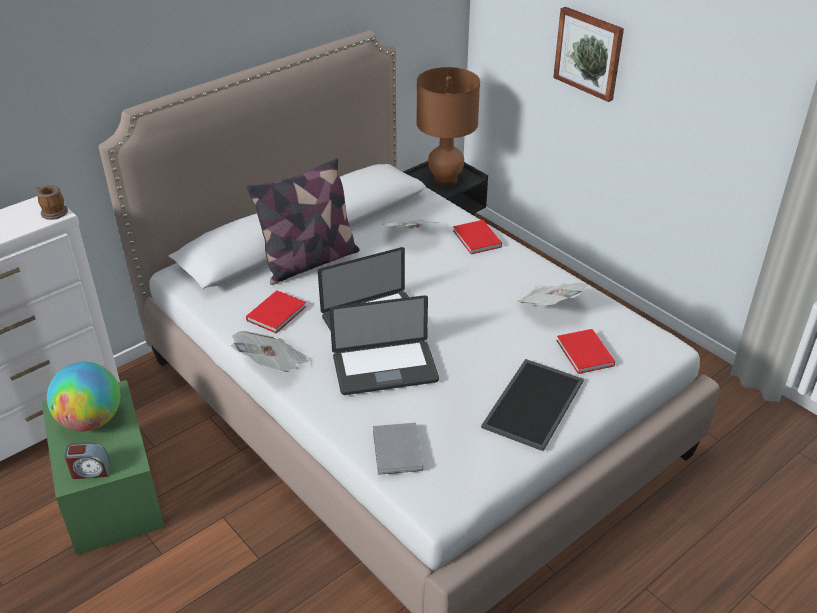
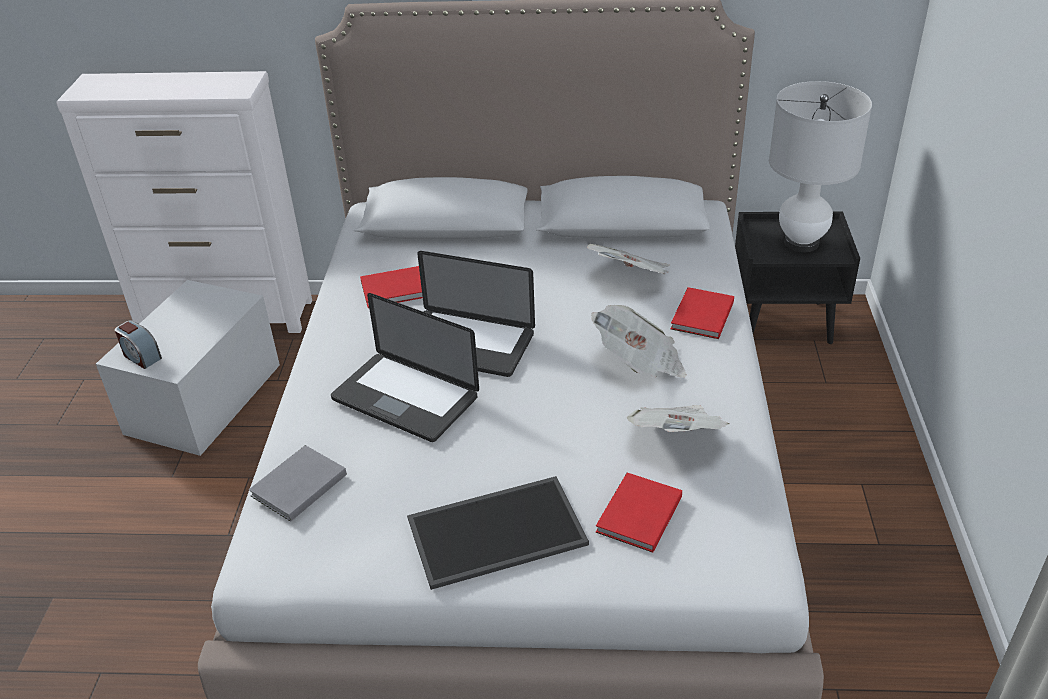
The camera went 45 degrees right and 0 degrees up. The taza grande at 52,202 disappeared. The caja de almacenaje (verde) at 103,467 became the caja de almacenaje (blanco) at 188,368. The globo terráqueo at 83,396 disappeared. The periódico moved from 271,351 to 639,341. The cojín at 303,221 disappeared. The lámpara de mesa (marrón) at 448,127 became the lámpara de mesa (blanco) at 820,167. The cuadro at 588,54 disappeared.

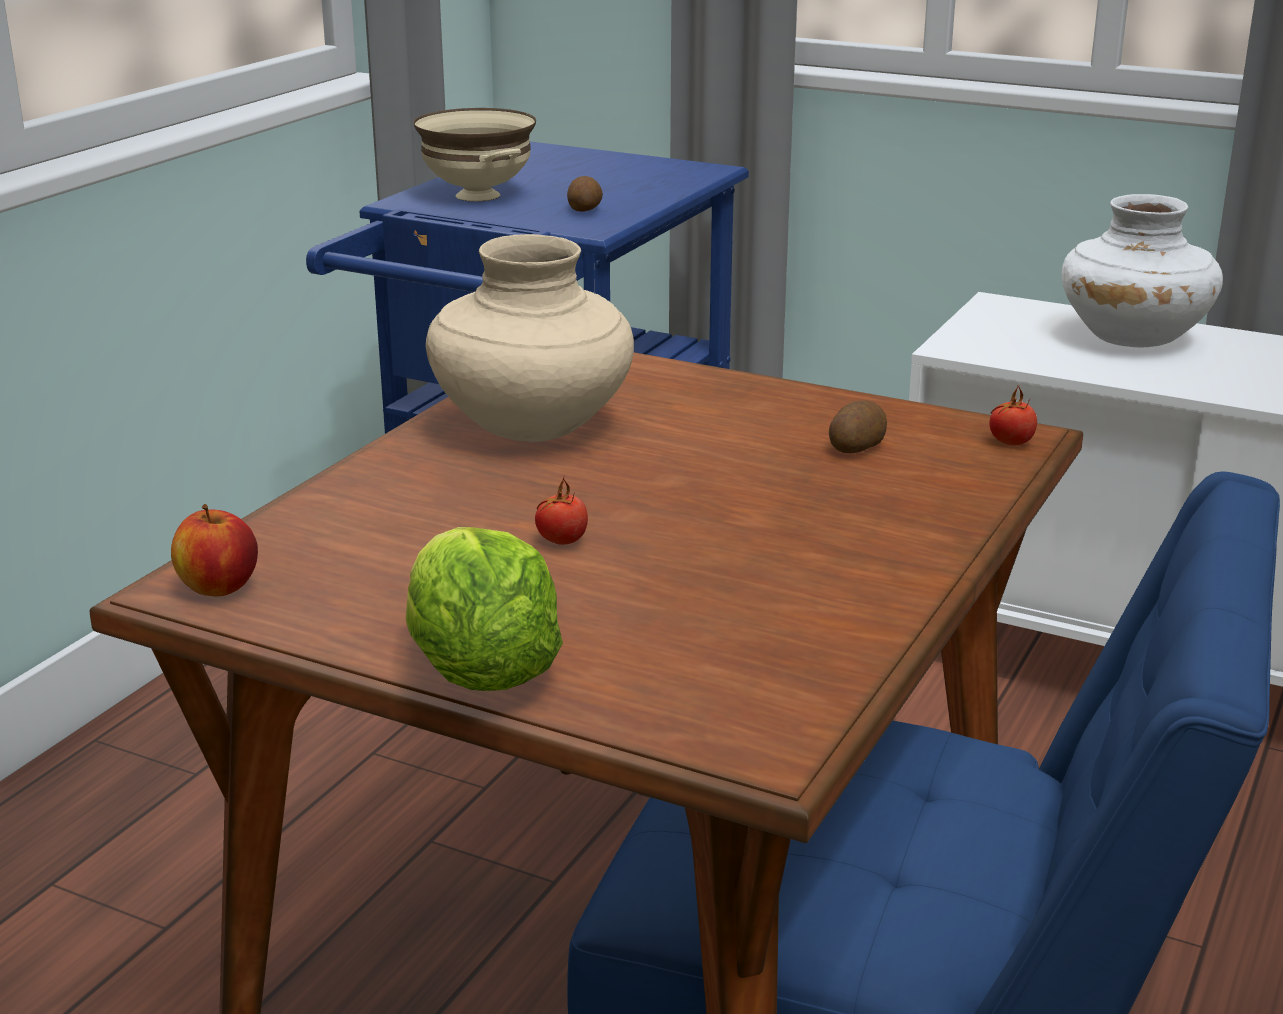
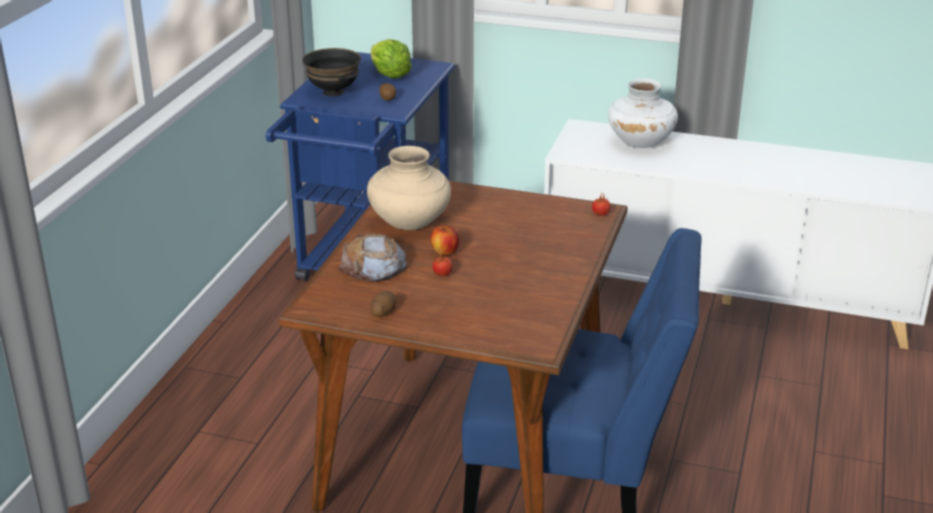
The camera went 10 degrees left and 5 degrees up. The manzana moved from 214,550 to 445,239. The lechuga moved from 484,609 to 391,58. The cuenco (beis) at 474,155 became the cuenco (negro) at 331,72. The patata moved from 858,426 to 383,304. The pan at 373,258 appeared.

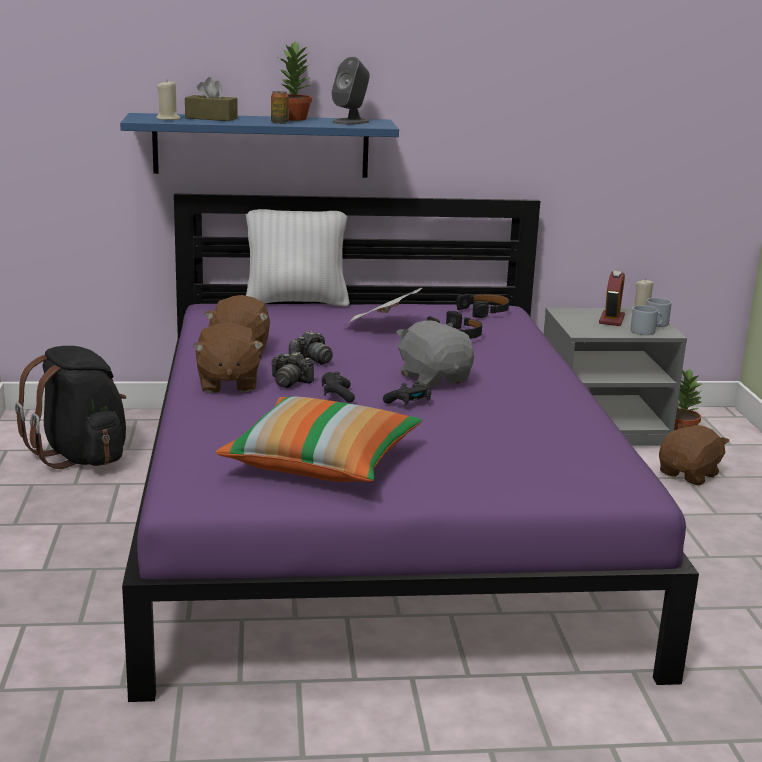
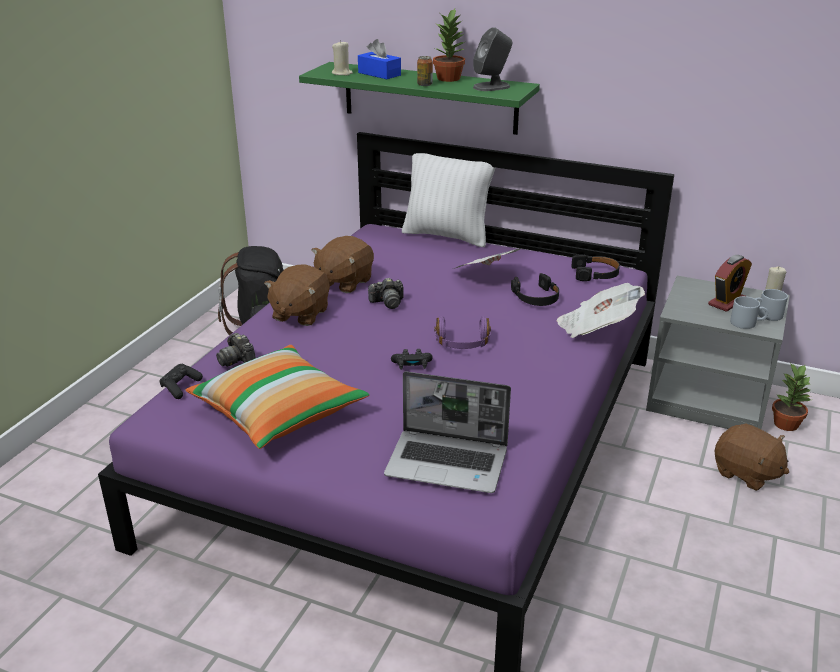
The camera went 30 degrees right and 10 degrees up. The estante (azul) at 259,145 became the estante (verde) at 419,98. The caja de pañuelos (marrón) at 211,99 became the caja de pañuelos (azul) at 379,59. The cámara moved from 292,369 to 236,350. The mando de consola (negro) moved from 338,387 to 181,381. The peluche (gris) at 435,354 was replaced by the auriculares (morado) at 462,332. The peluche (marrón) at 694,454 turned 60 degrees clockwise. The portátil at 447,432 appeared. The periódico at 601,310 appeared.

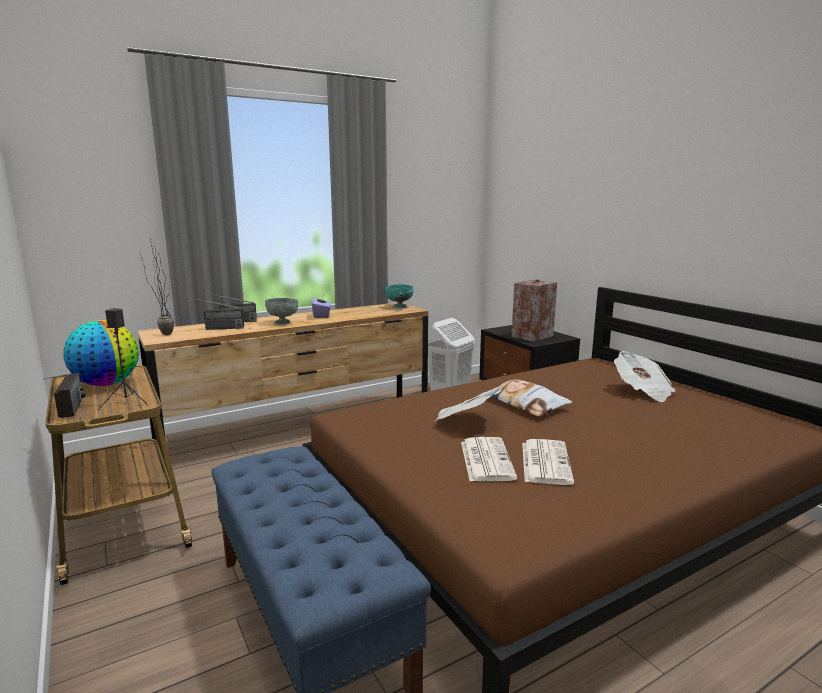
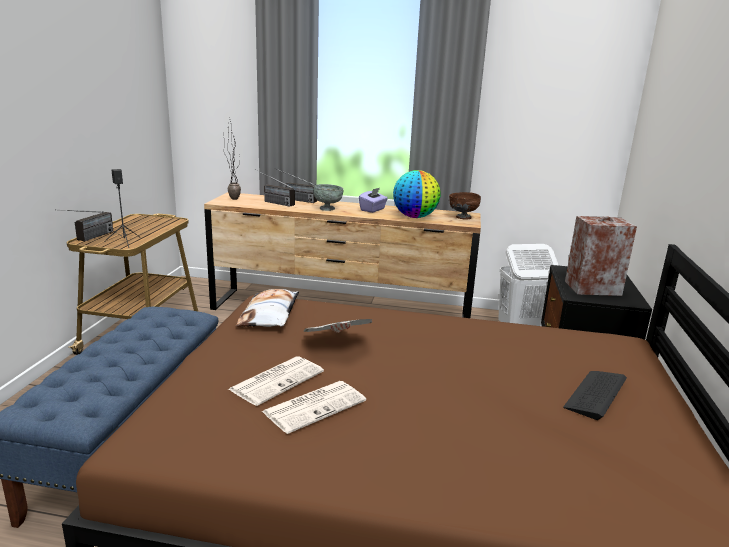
The camera went 40 degrees right and 5 degrees up. The globo terráqueo moved from 101,353 to 417,194. The cuenco (turquesa) at 399,296 became the cuenco (marrón) at 465,206. The cojín moved from 531,398 to 267,308. The periódico at 645,376 was replaced by the teclado at 595,395.

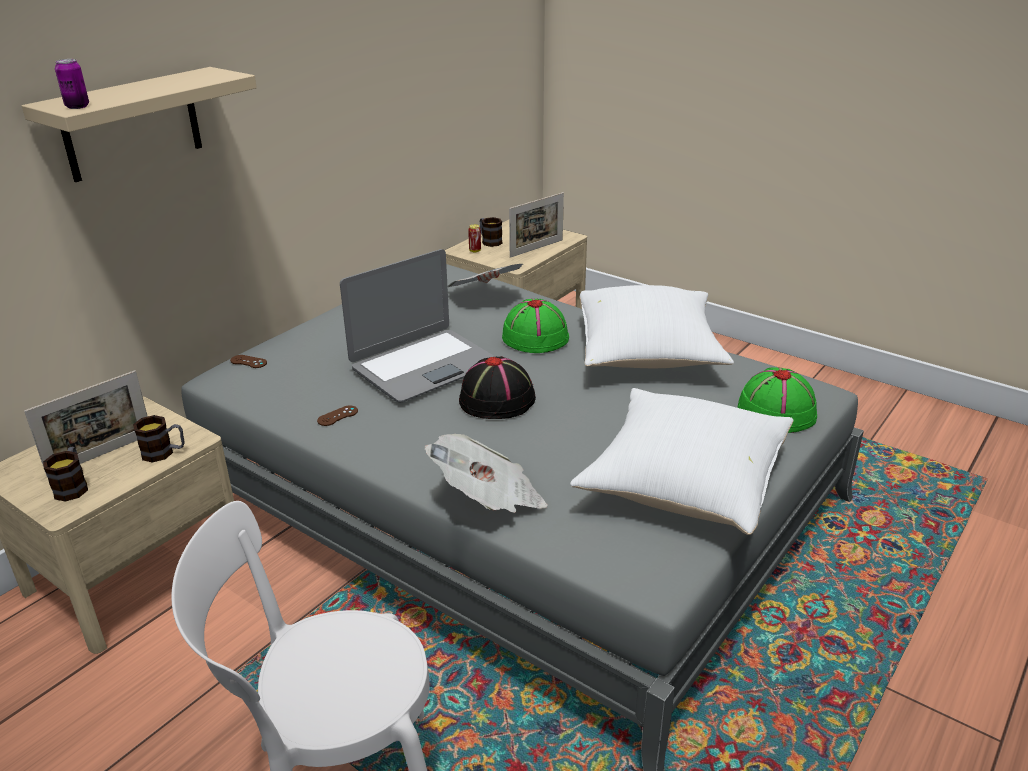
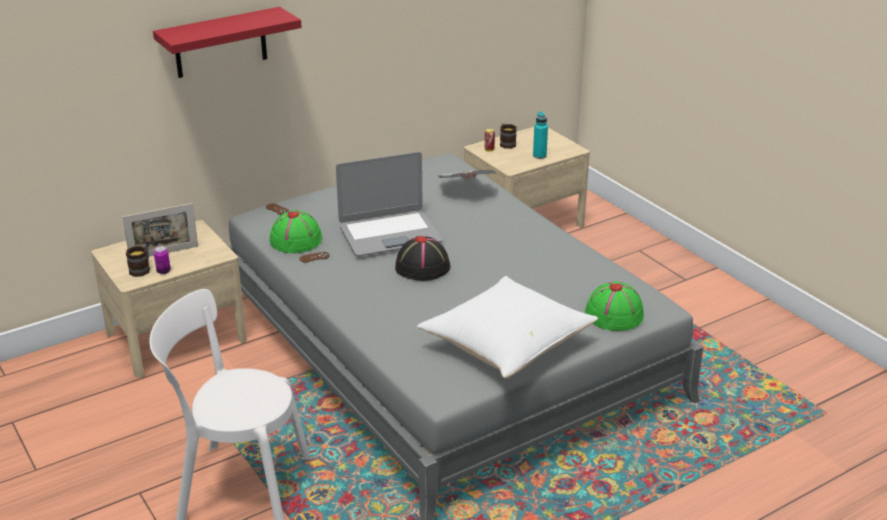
The camera went 20 degrees right and 0 degrees up. The estante (beis) at 139,124 became the estante (rojo) at 227,42. The lata moved from 72,84 to 162,260. The taza grande at 159,439 disappeared. The periódico at 486,473 disappeared. The sombrero (verde) moved from 535,326 to 295,231. The portarretratos at 536,225 was replaced by the botella (turquesa) at 540,135. The cojín (blanco) at 656,326 disappeared.

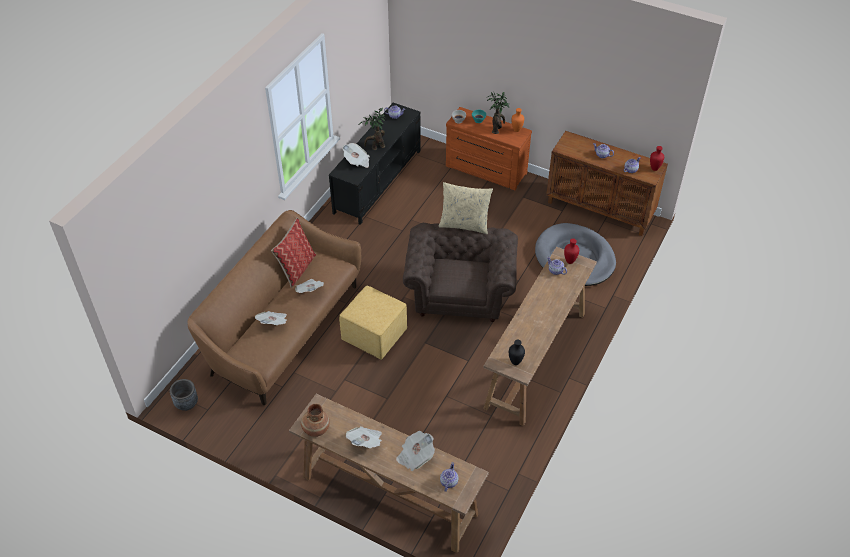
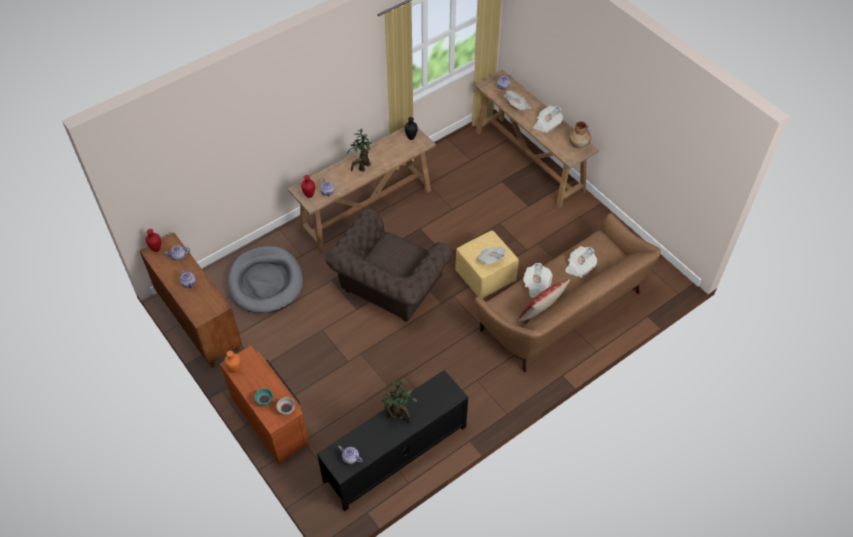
The camera went 155 degrees left and 5 degrees up. The maceta (gris) at 184,395 disappeared. The periódico moved from 356,155 to 491,255. The cojín (beis) at 466,208 disappeared. The planta en maceta moved from 498,113 to 360,150.

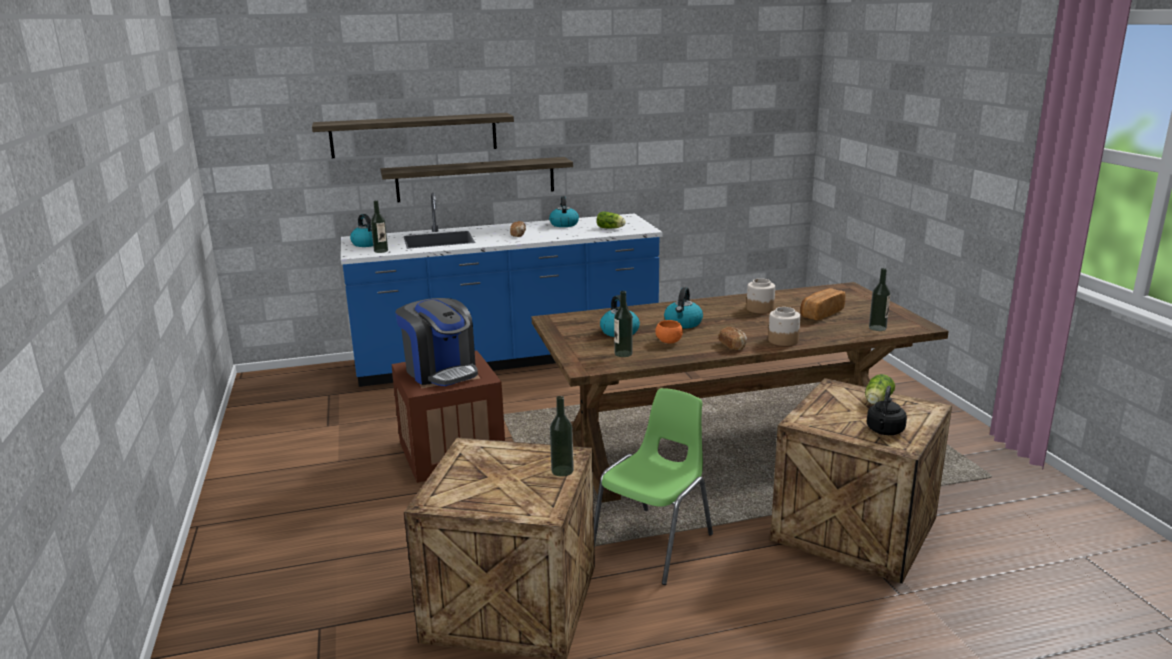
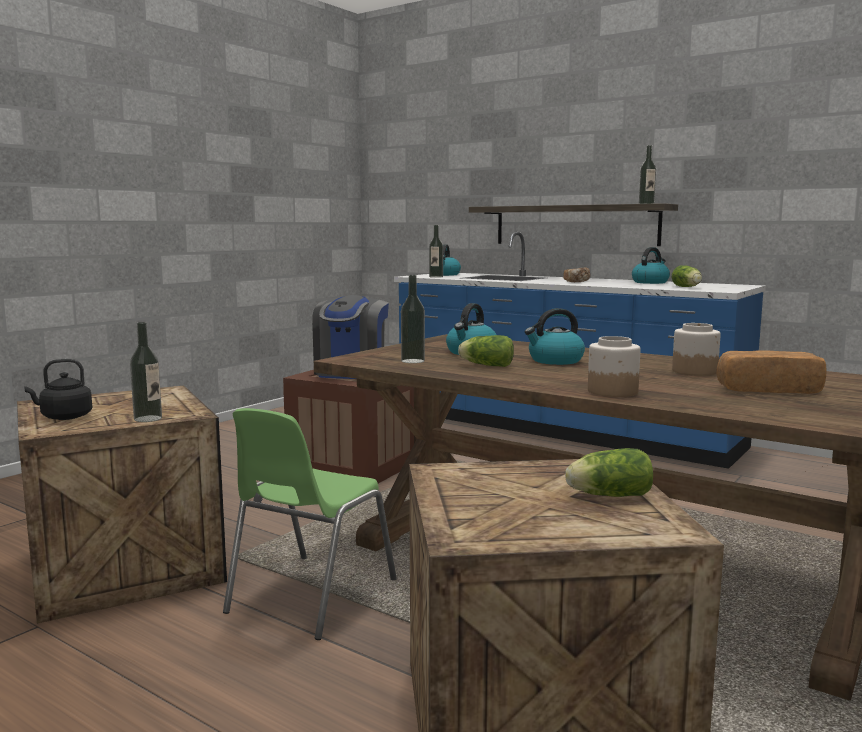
The camera went 50 degrees right and 10 degrees down. The estante at 413,135 disappeared. The silla (verde) at 653,486 turned 120 degrees clockwise. The cuenco (naranja) at 669,332 was replaced by the lechuga at 486,351. The pan at 732,338 disappeared. The hervidor (negro) moved from 887,410 to 58,389. The botella moved from 879,299 to 647,174.

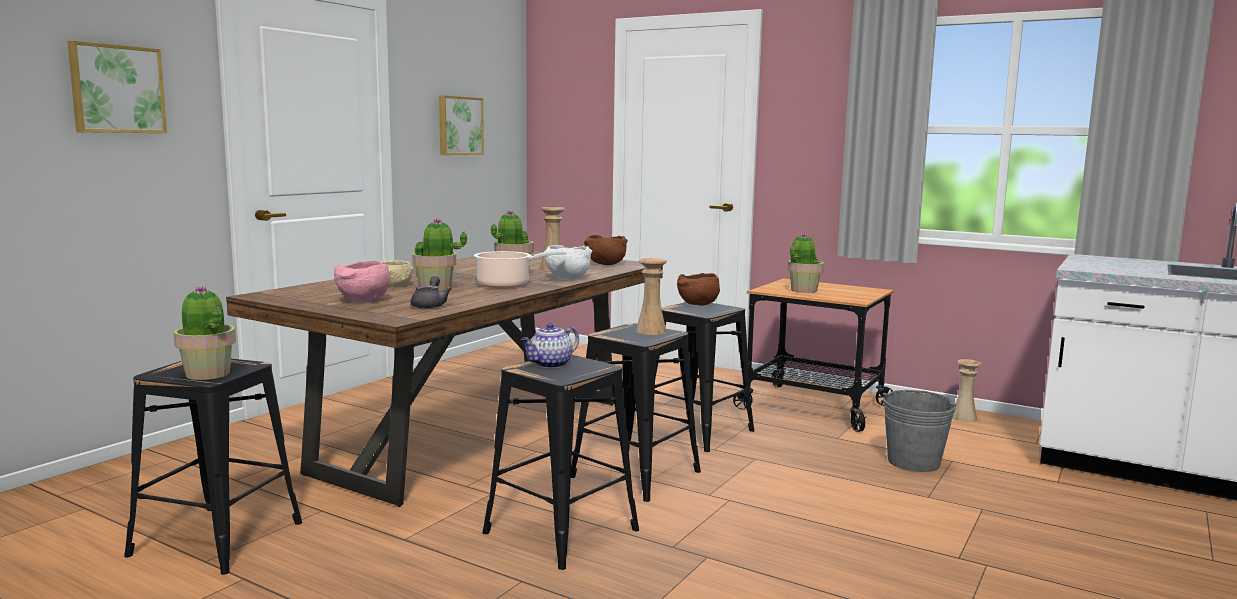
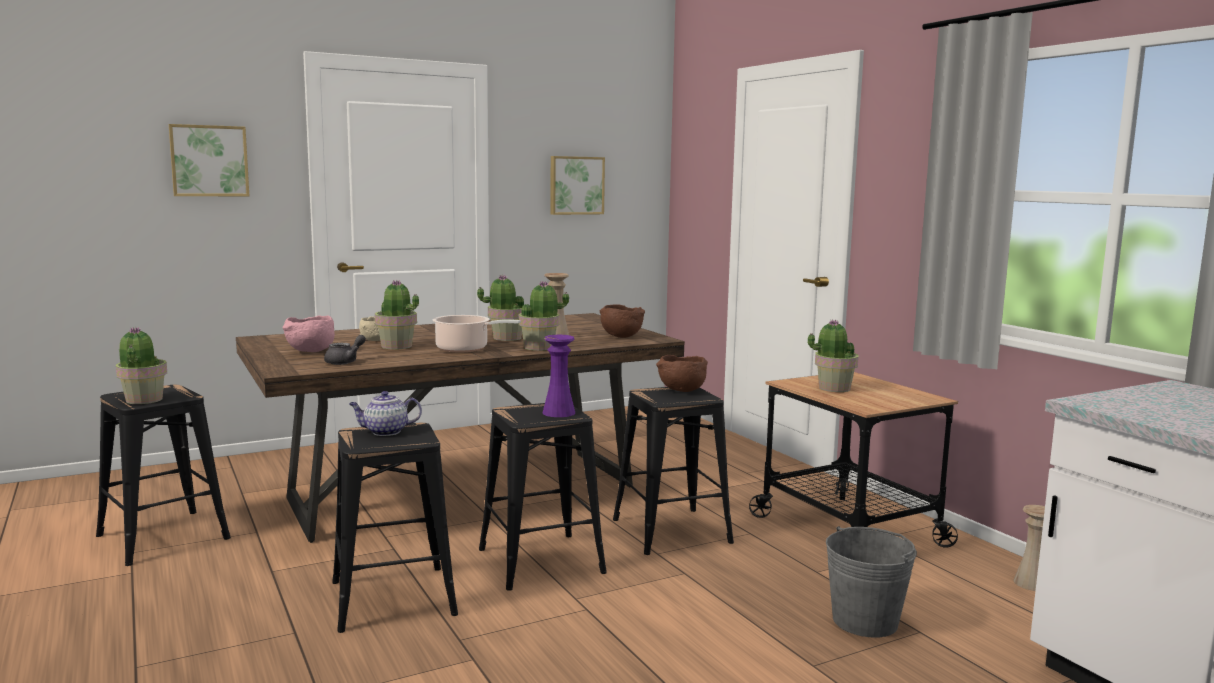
The camera went 30 degrees right and 0 degrees up. The cuenco (blanco) at 567,262 was replaced by the planta en maceta at 544,316. The florero (beis) at 651,296 became the florero (morado) at 559,376.

